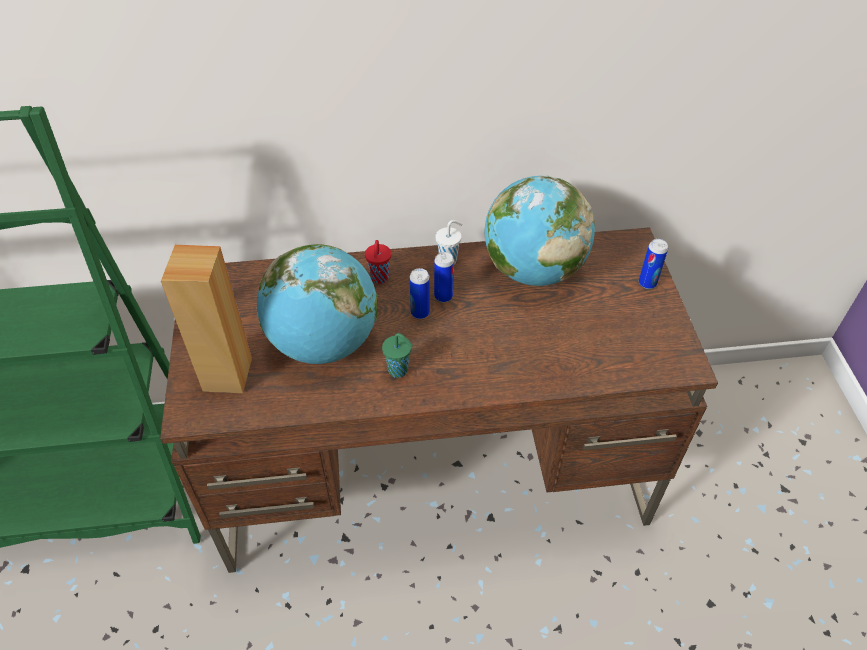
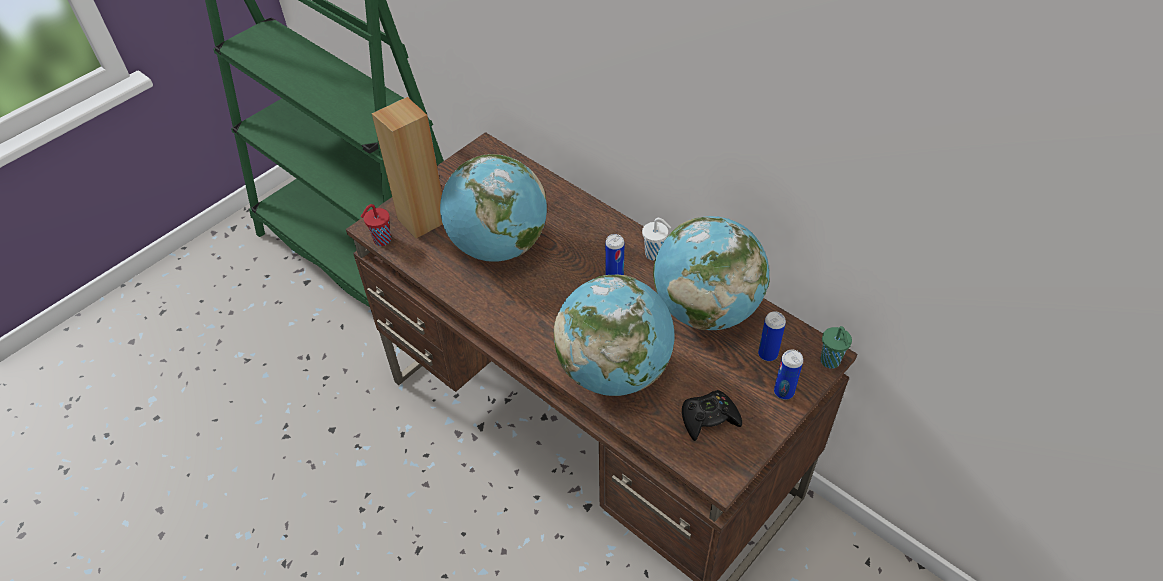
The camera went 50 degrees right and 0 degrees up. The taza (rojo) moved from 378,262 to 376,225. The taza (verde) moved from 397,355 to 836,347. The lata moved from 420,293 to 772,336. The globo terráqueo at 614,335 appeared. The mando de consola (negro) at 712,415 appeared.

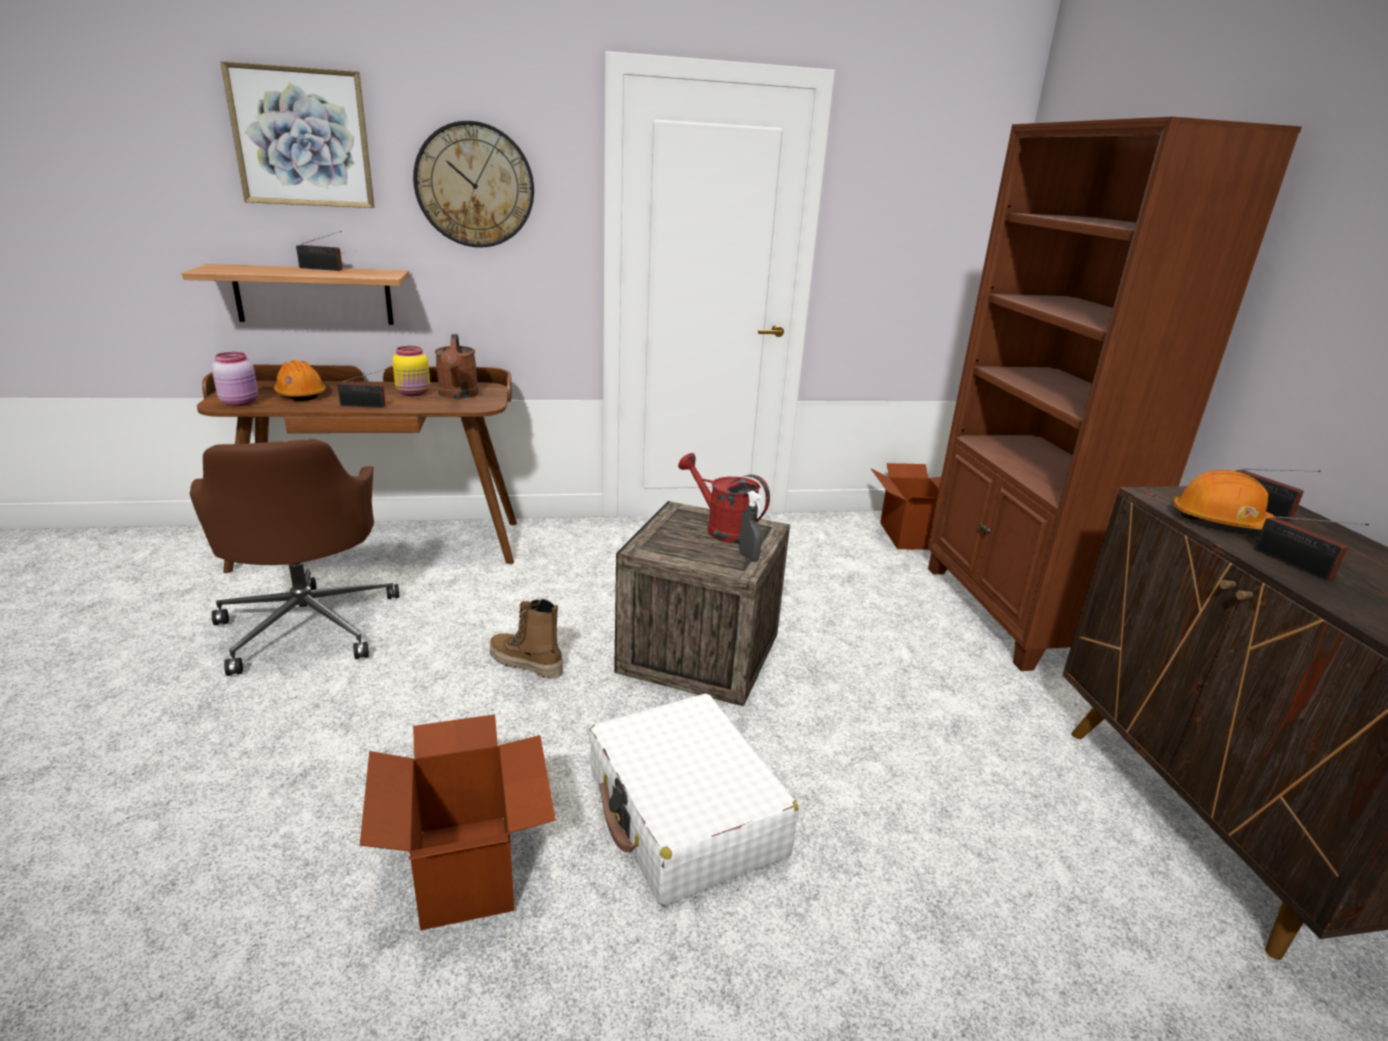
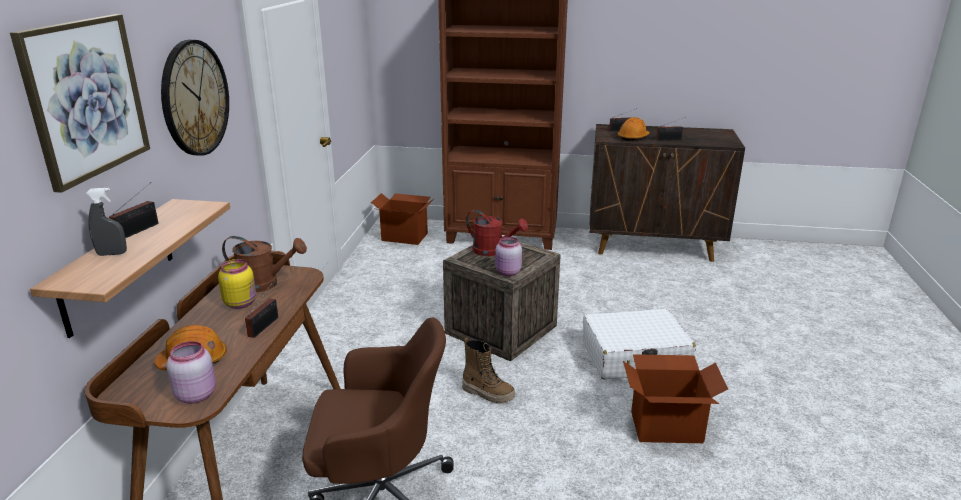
The camera went 70 degrees left and 0 degrees up. The bota at 526,639 turned 105 degrees counterclockwise. The regadera (rojo) at 724,498 turned 120 degrees counterclockwise. The pulverizador (gris) moved from 751,526 to 106,222. The tarro (rosa) at 508,256 appeared.

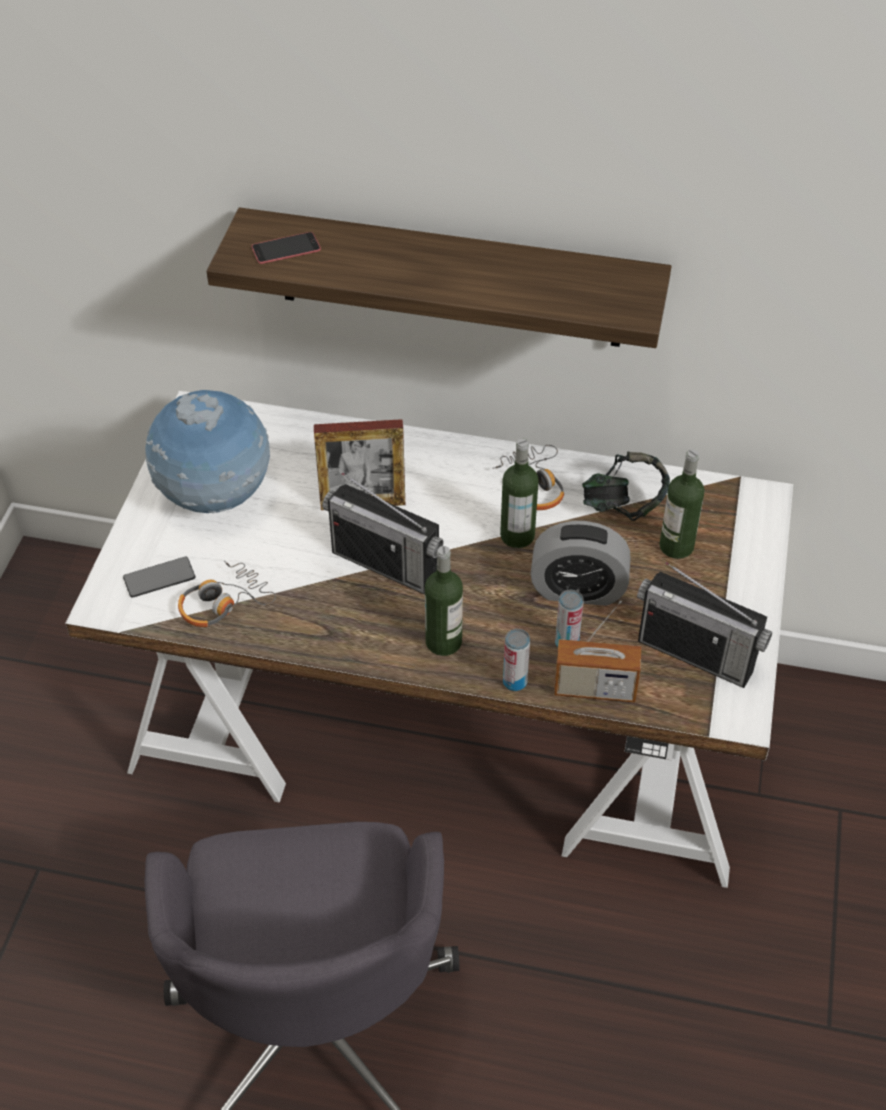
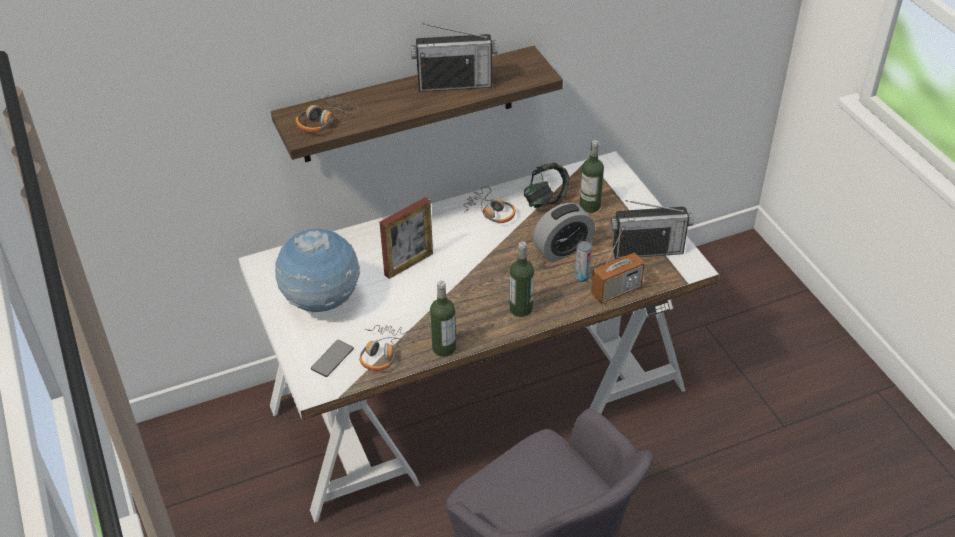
The camera went 35 degrees left and 5 degrees down. The móvil at 286,248 was replaced by the auriculares at 327,113. The radio moved from 383,533 to 454,57. The botella moved from 519,493 to 443,319. The lata at 516,660 disappeared.

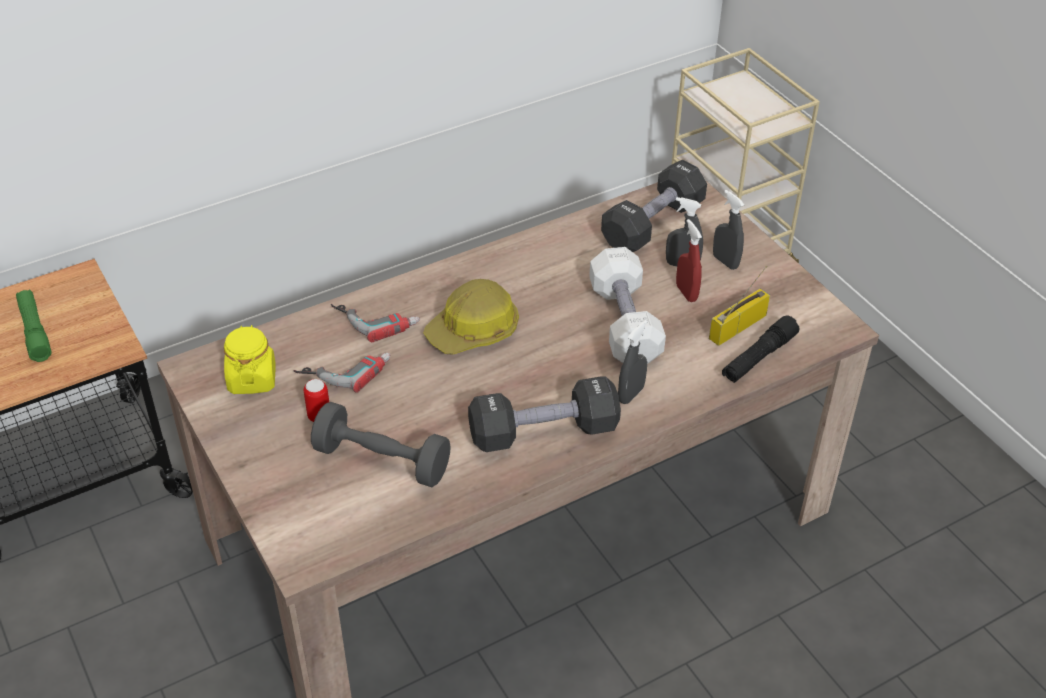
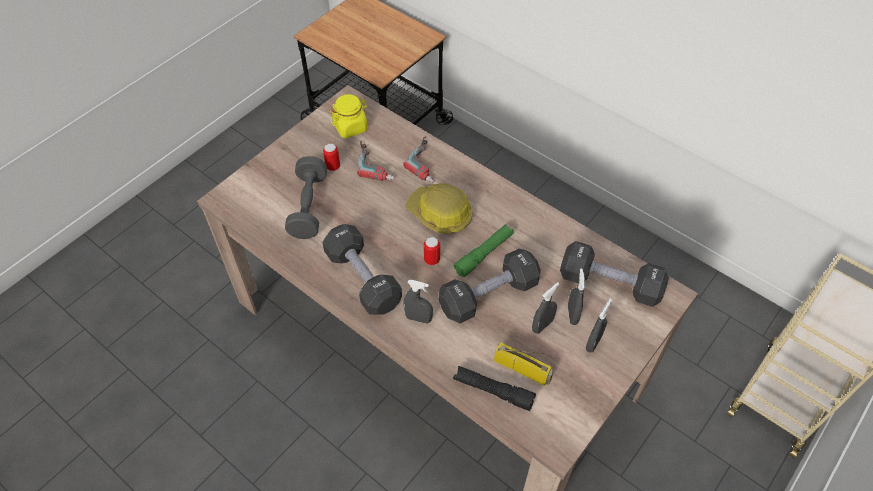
The camera went 70 degrees right and 10 degrees up. The linterna (verde) moved from 34,325 to 484,250. The mancuerna (blanco) at 627,305 became the mancuerna (negro) at 490,286. The pulverizador (rojo) at 689,260 became the pulverizador (gris) at 545,308. The lata at 432,251 appeared.

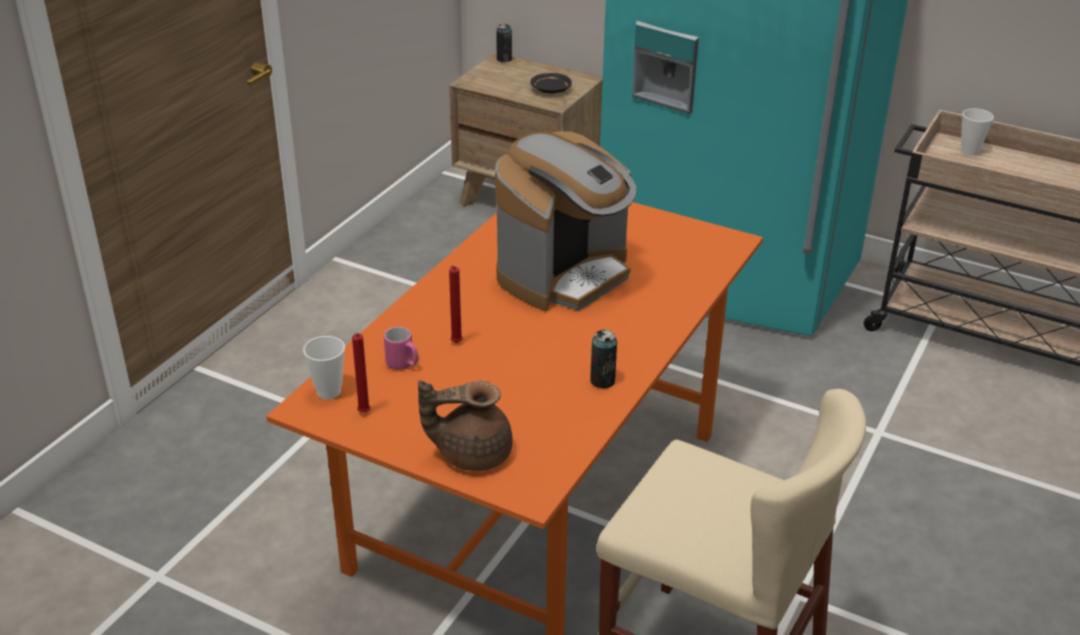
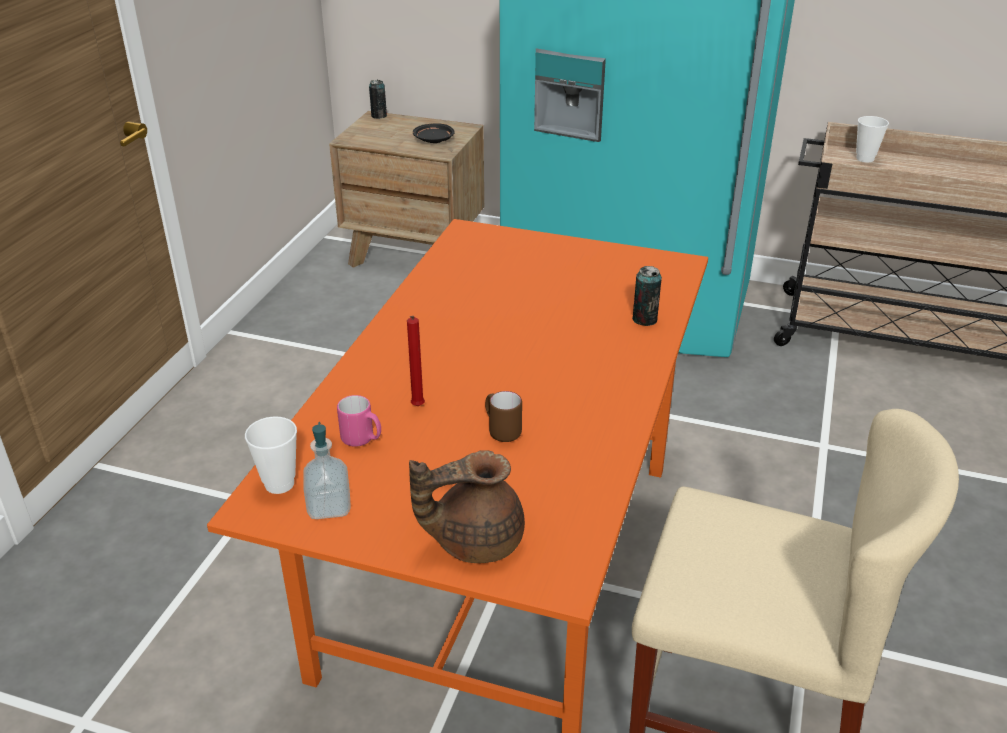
The camera went 10 degrees left and 0 degrees up. The vela (rojo) at 361,373 was replaced by the dispensador de jabón at 327,470. The cafetera at 566,221 disappeared. The lata moved from 603,359 to 647,296. The taza grande (marrón) at 503,416 appeared.

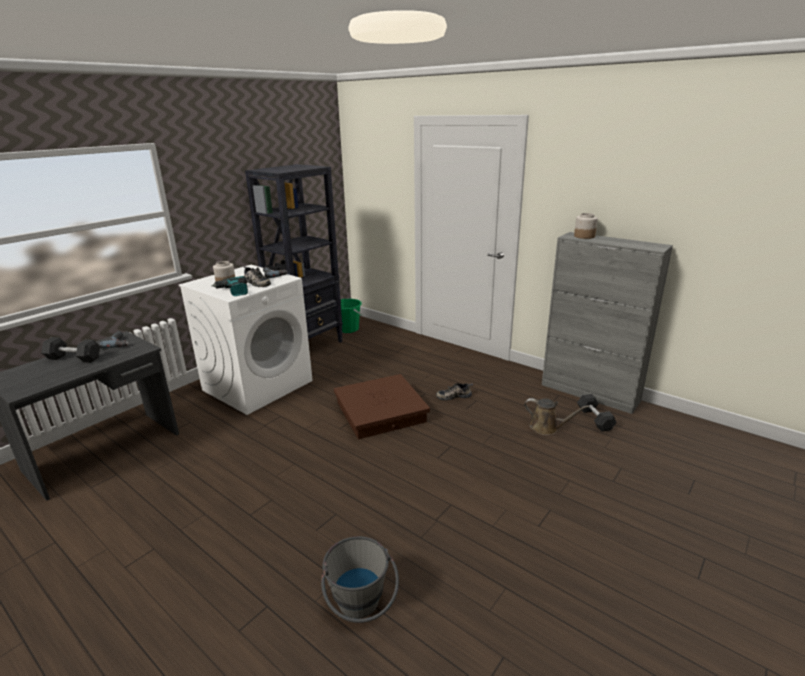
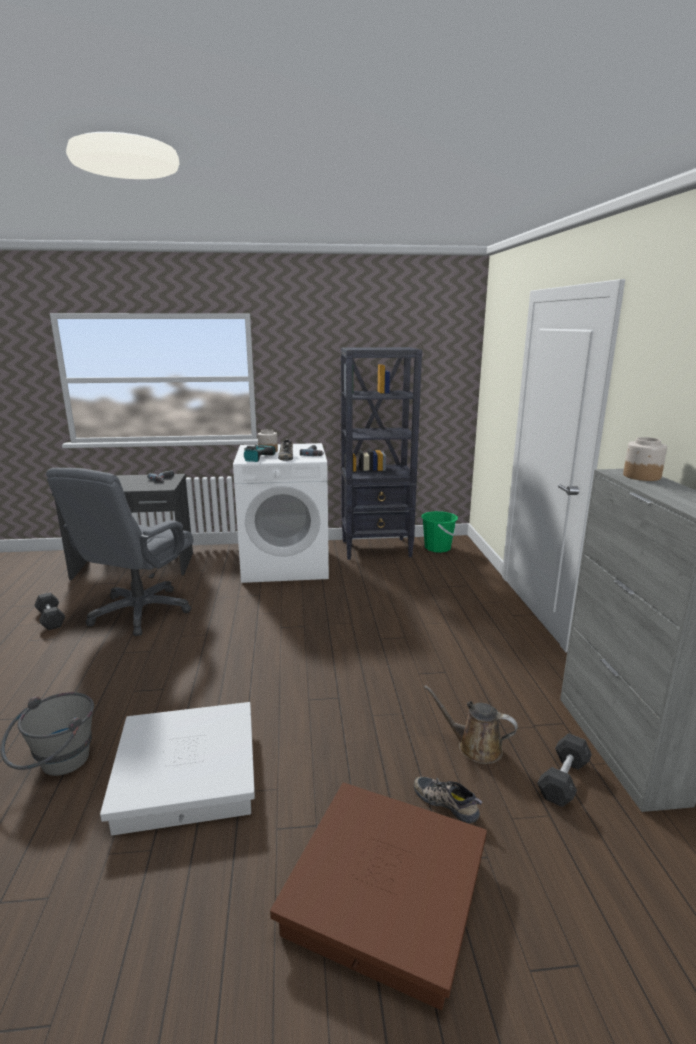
The camera went 45 degrees right and 5 degrees down. The mancuerna (gris) moved from 71,350 to 49,611. The caja de almacenaje (marrón) moved from 382,406 to 378,896. The zapato moved from 454,391 to 448,800. The regadera (marrón) at 557,416 turned 135 degrees clockwise. The silla de oficina (gris) at 119,552 appeared. The caja de almacenaje (blanco) at 177,769 appeared.

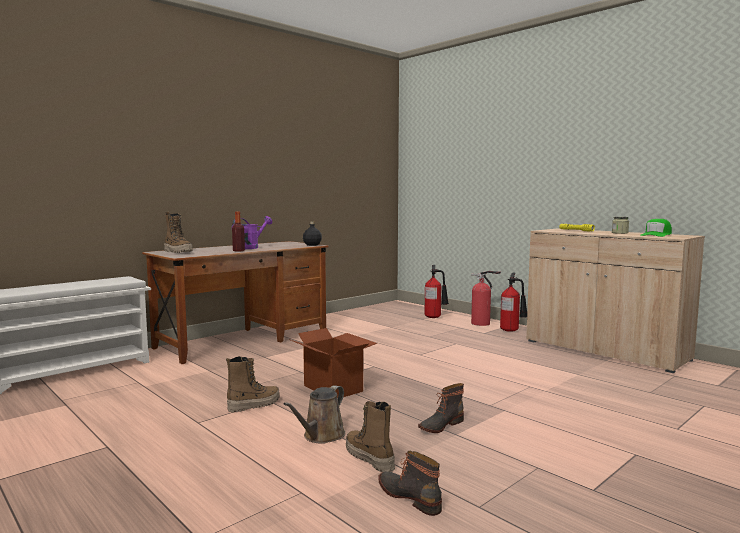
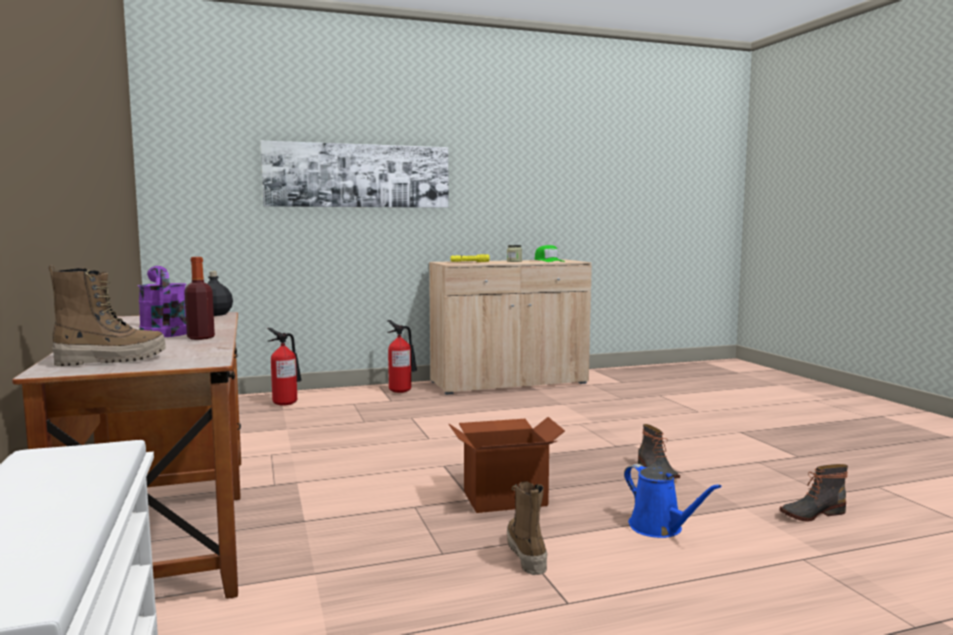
The camera went 65 degrees left and 0 degrees up. The regadera (marrón) at 314,414 became the regadera (azul) at 673,501. The bota at 370,436 disappeared. The extintor at 486,298 disappeared. The cuadro at 355,174 appeared.

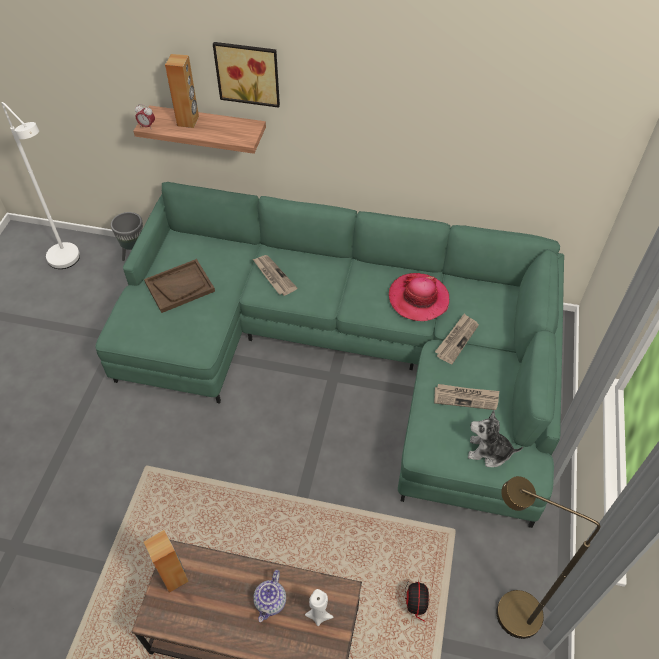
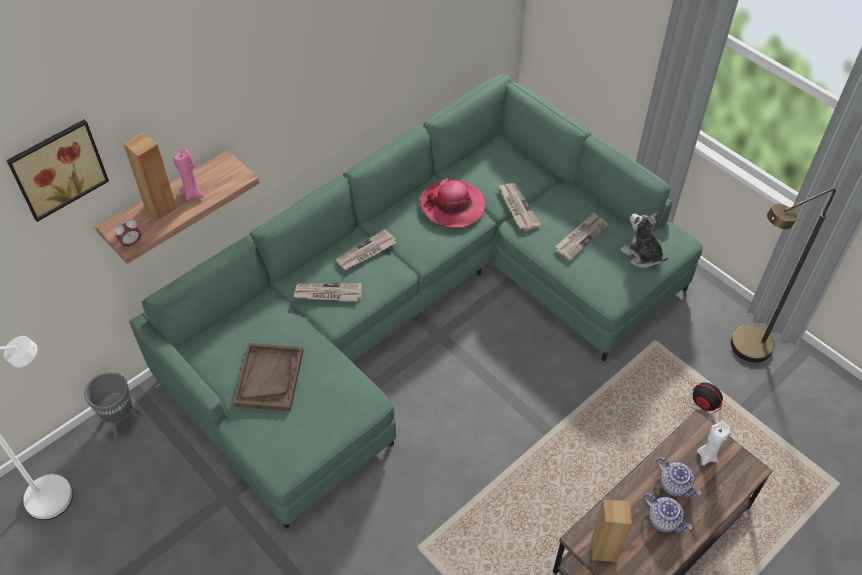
The camera went 55 degrees left and 0 degrees up. The cuadro moved from 246,75 to 57,170. The peluche at 495,438 turned 90 degrees clockwise. The vela (rosa) at 188,174 appeared. The periódico at 366,249 appeared. The tetera at 667,512 appeared.

